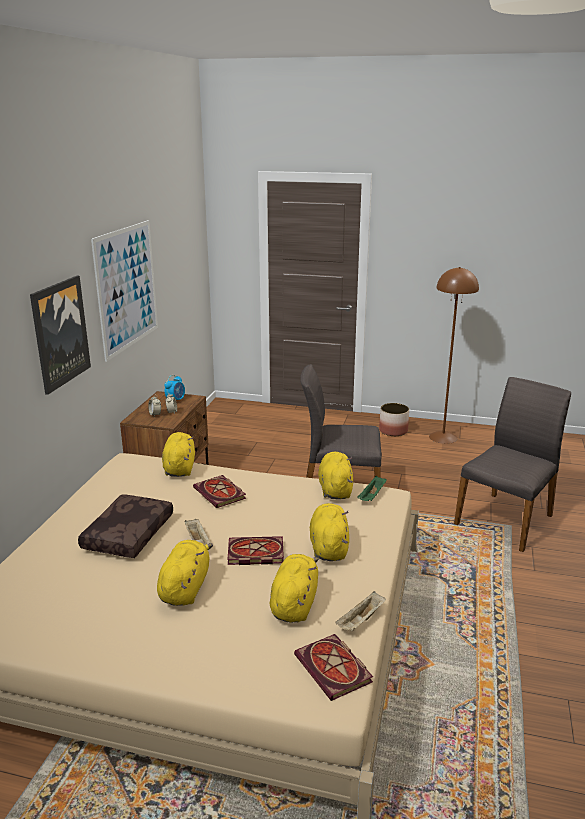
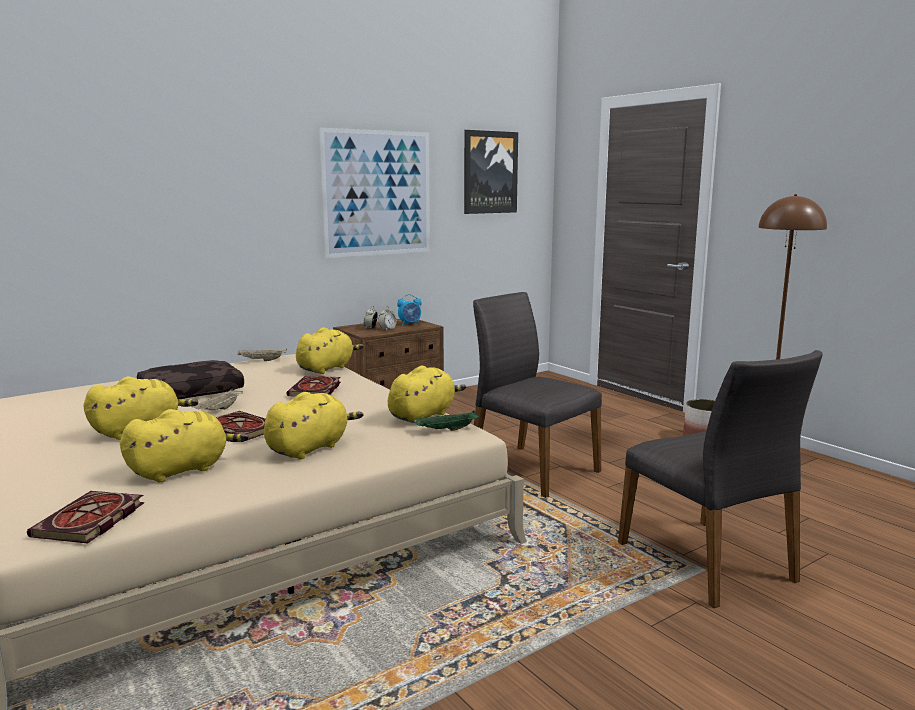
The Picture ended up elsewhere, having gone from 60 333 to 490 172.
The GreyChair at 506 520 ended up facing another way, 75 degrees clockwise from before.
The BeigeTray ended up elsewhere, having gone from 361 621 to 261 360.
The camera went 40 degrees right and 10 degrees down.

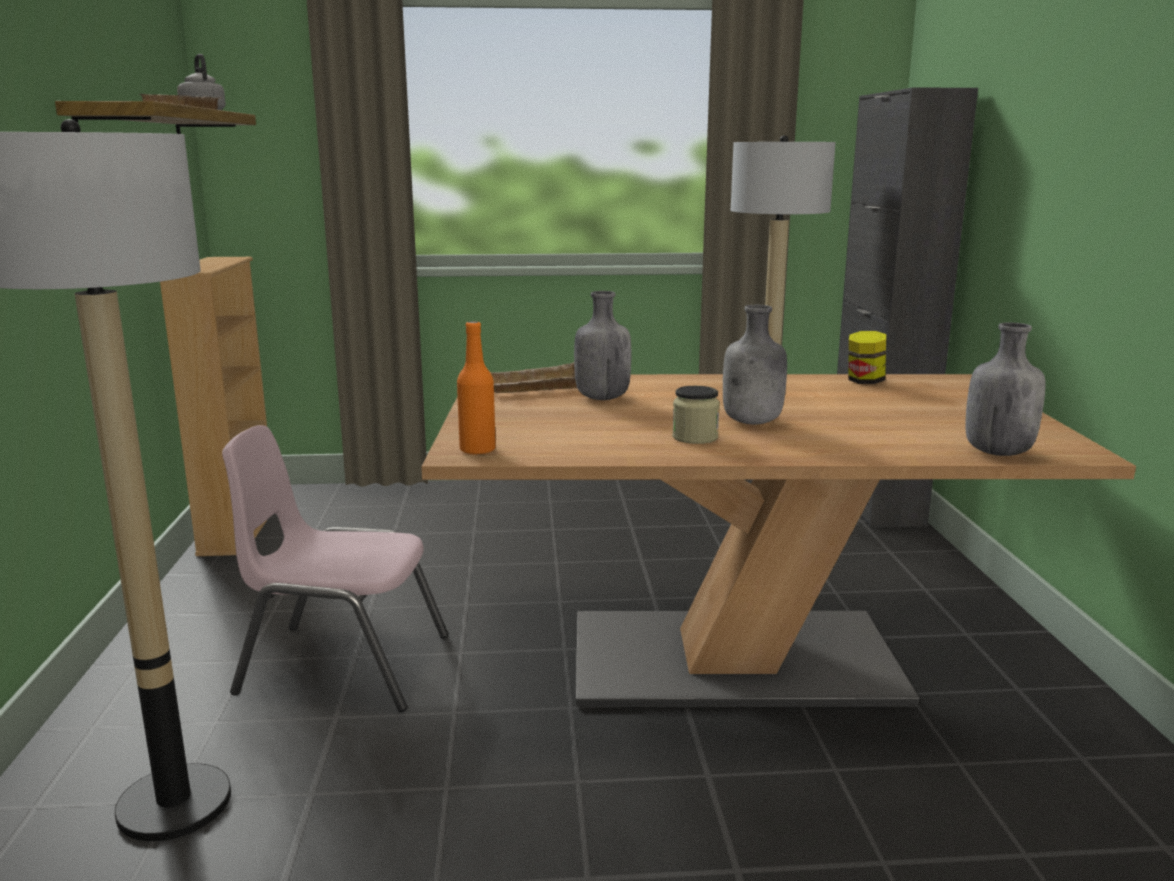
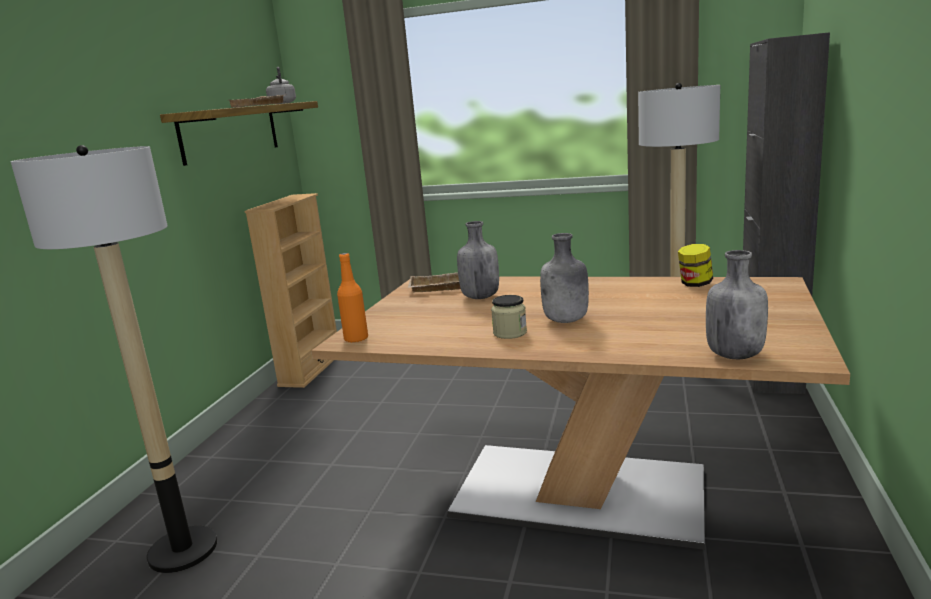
The second view lost the PinkChair at 343 665.
The camera went 20 degrees right and 0 degrees up.

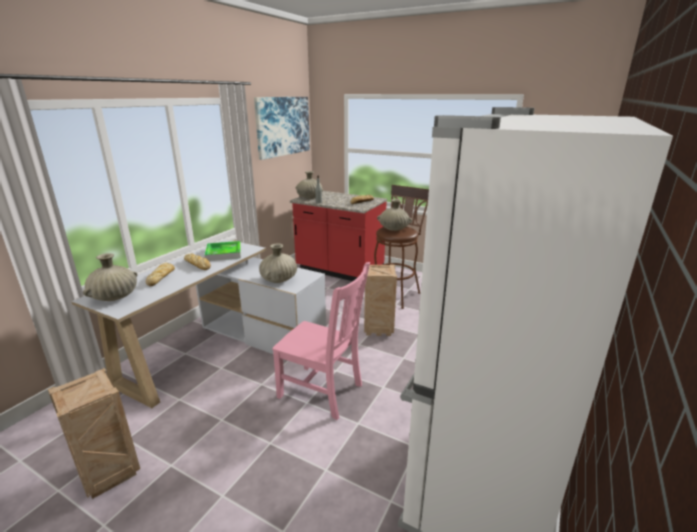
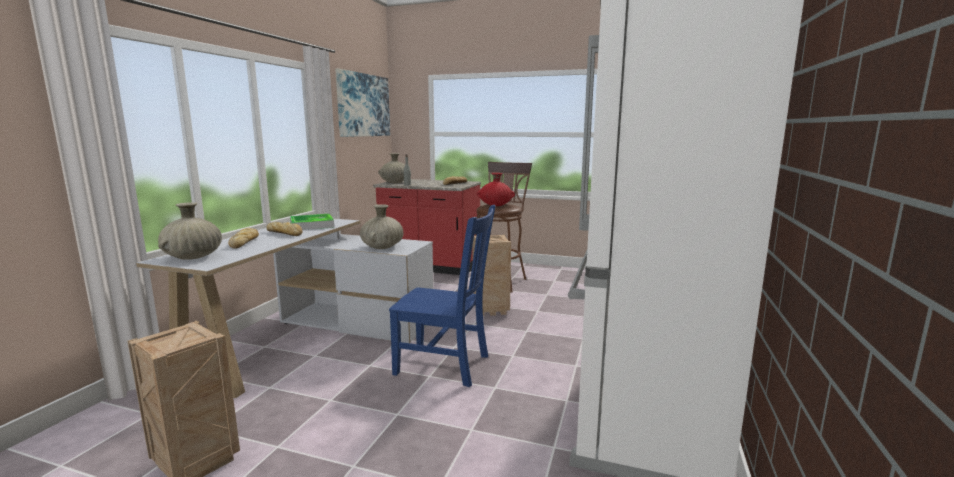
What was the BeigeVase at 394 229 turned into the RedVase at 495 205.
What was the PinkChair at 323 392 turned into the BlueChair at 445 365.
The camera went 10 degrees left and 10 degrees down.

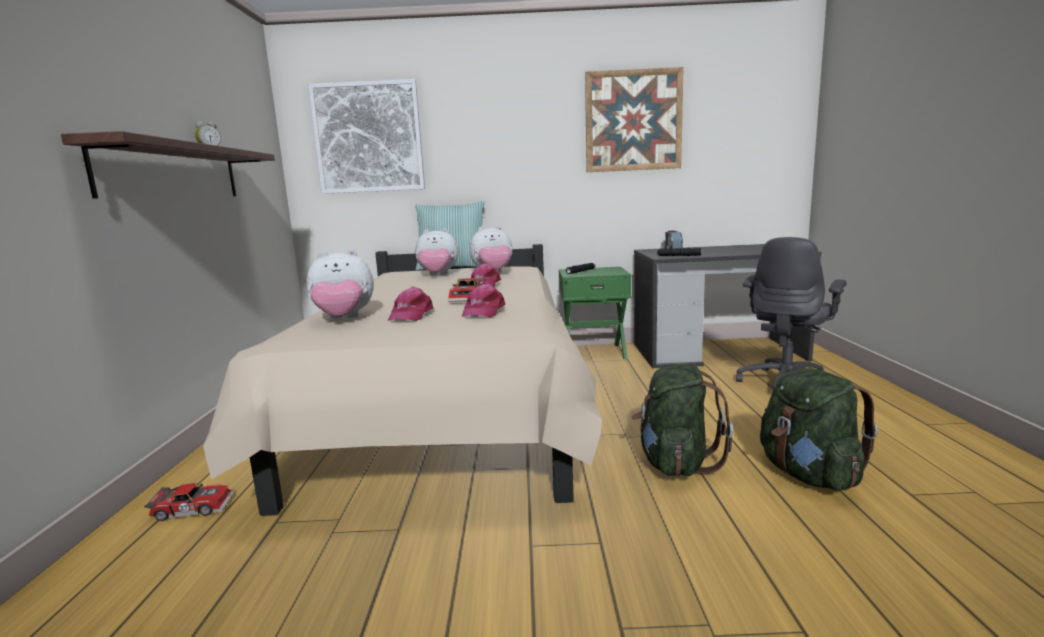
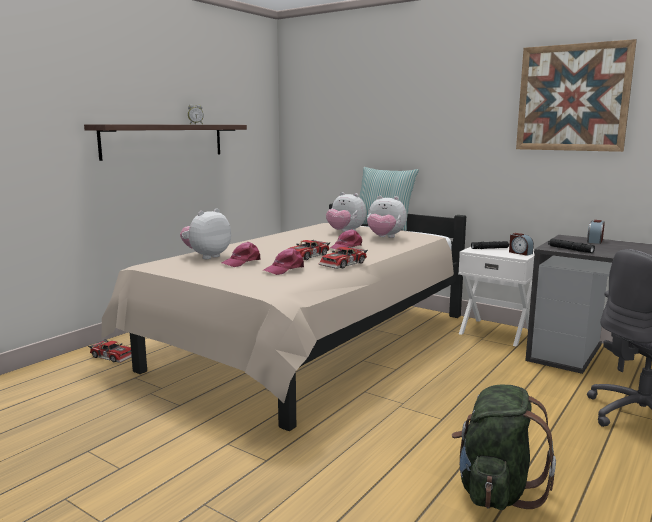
The second view lost the Picture at 368 138.
The PlushToy at 343 319 ended up facing another way, 105 degrees clockwise from before.
What was the GreenNightstand at 594 352 turned into the WhiteNightstand at 496 332.
The second view lost the GreenBackpack at 675 463.
The second view gained the AlarmClock at 520 253.
The second view gained the ToyCar at 344 264.
The camera went 35 degrees right and 0 degrees up.

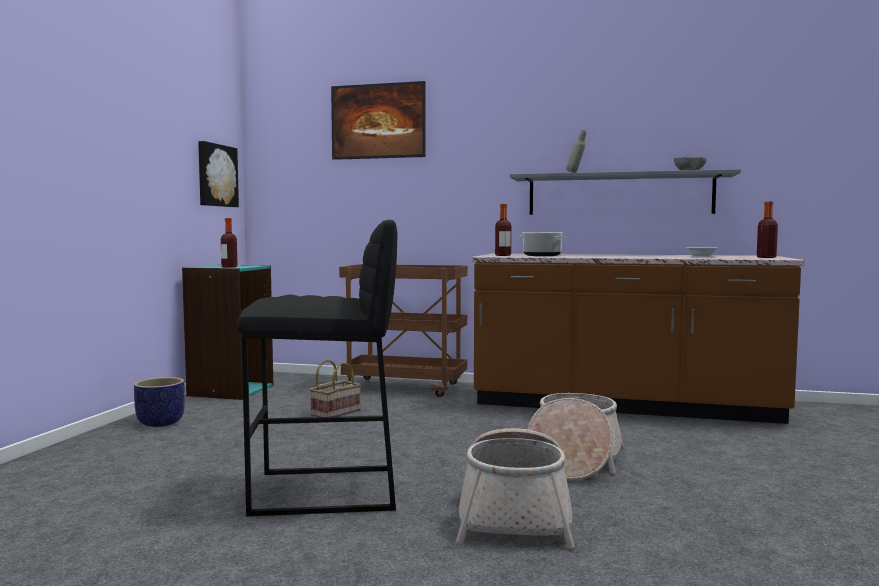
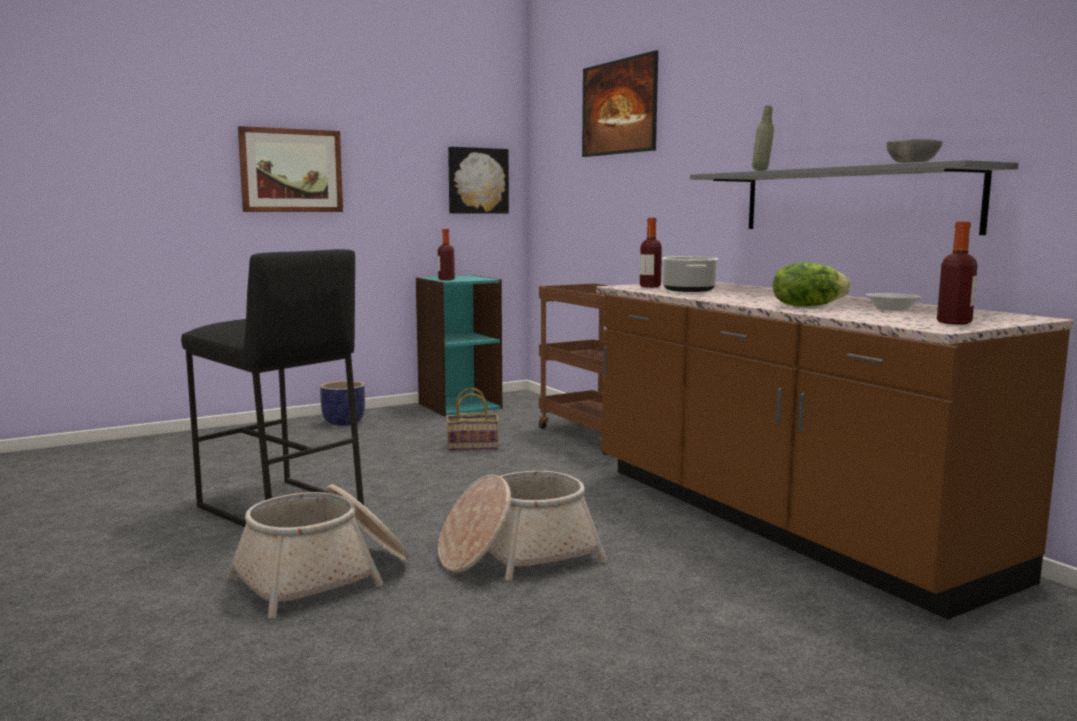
The second view gained the Picture at 291 170.
The second view gained the Lettuce at 807 306.
The camera went 45 degrees right and 5 degrees up.

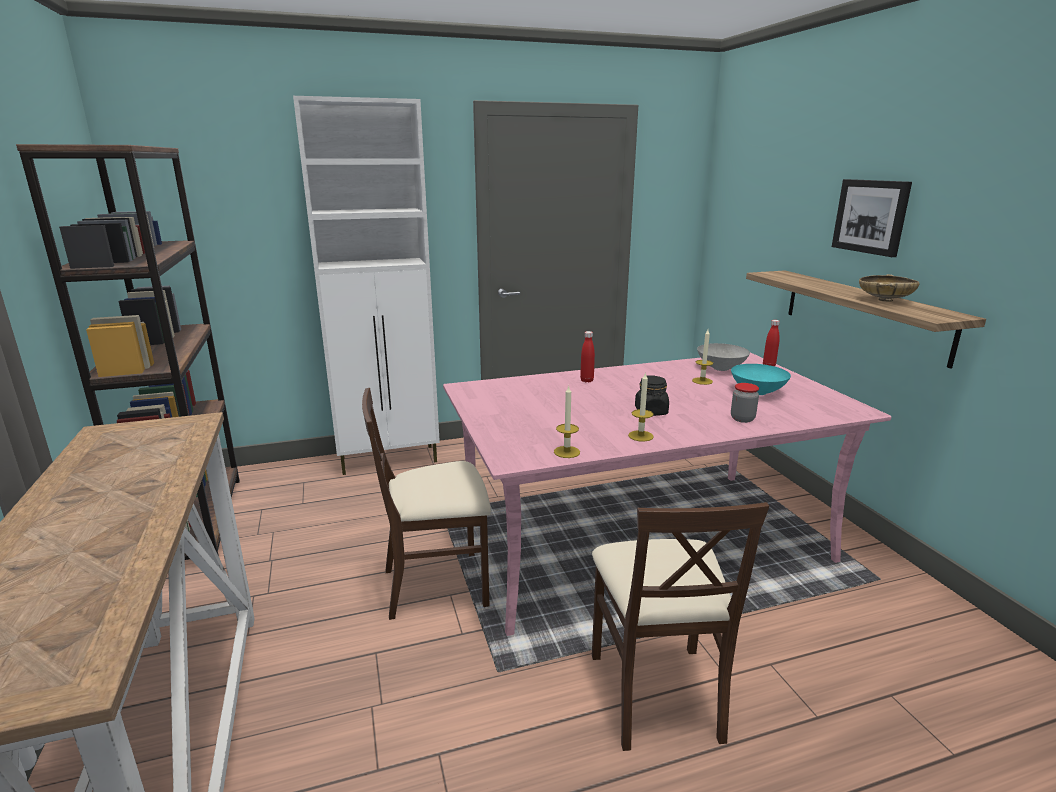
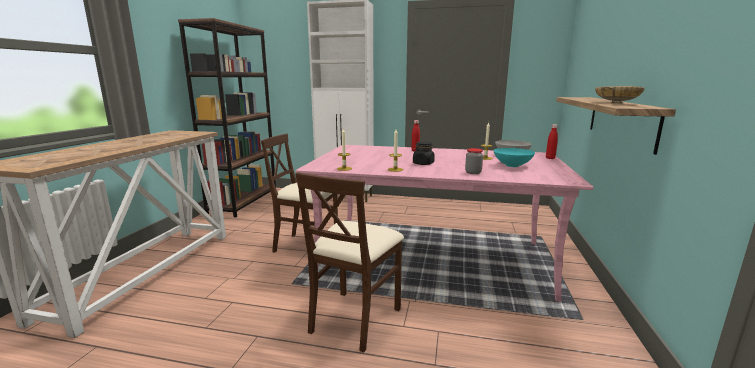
The second view lost the Picture at 871 216.
The camera went 30 degrees right and 5 degrees down.

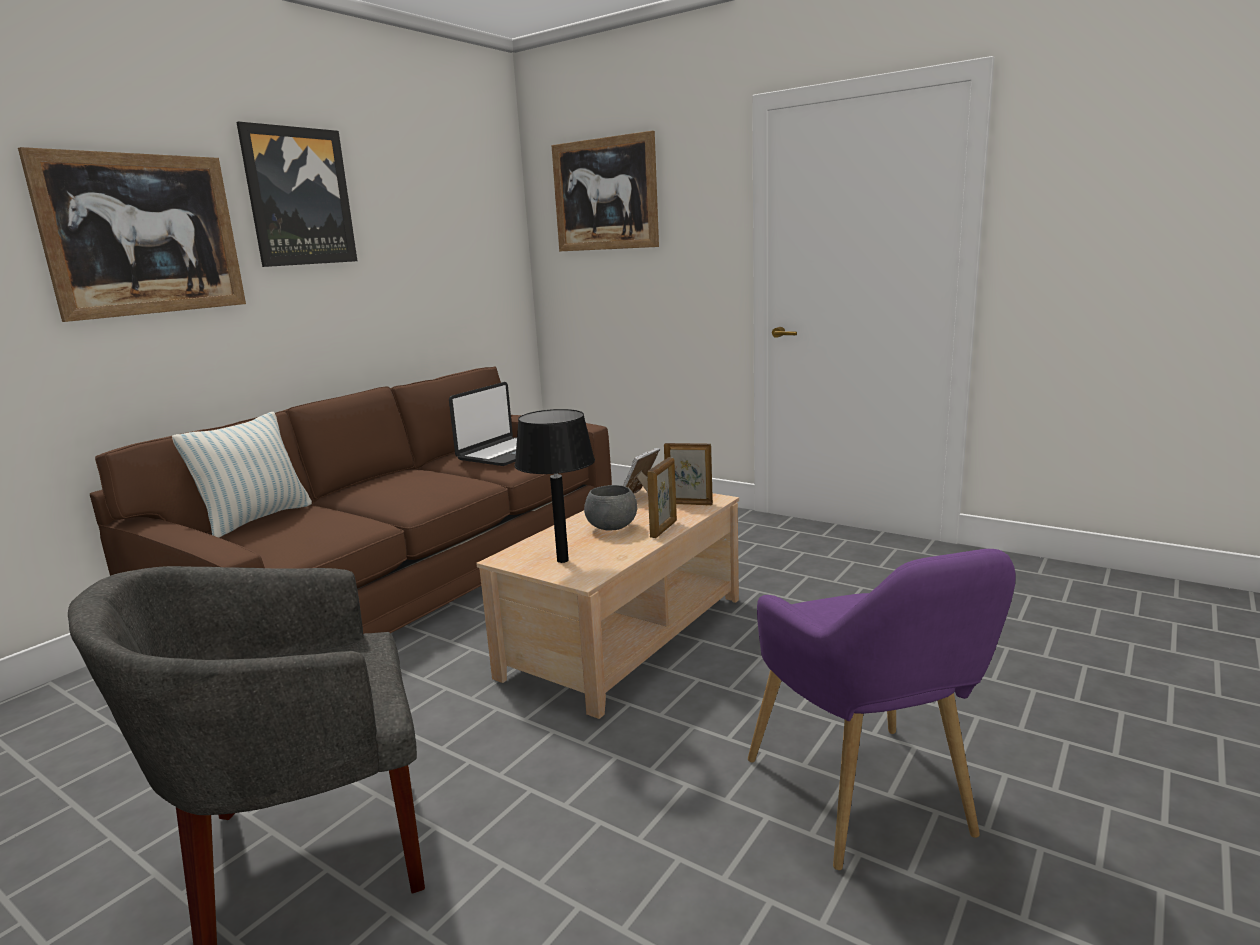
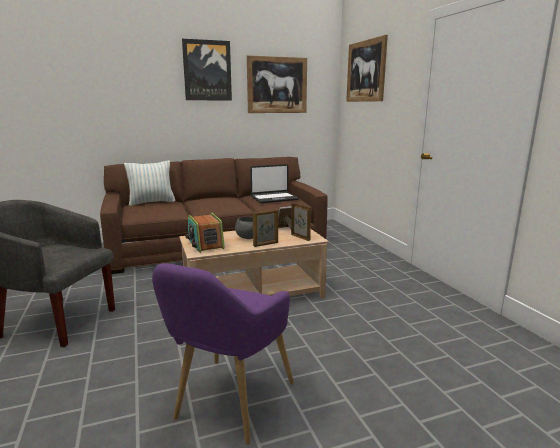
The Picture ended up elsewhere, having gone from 143 235 to 277 85.
Where the BlackTableLamp stood at 563 560, the Radio came to stand at 205 244.
The camera went 35 degrees right and 0 degrees up.

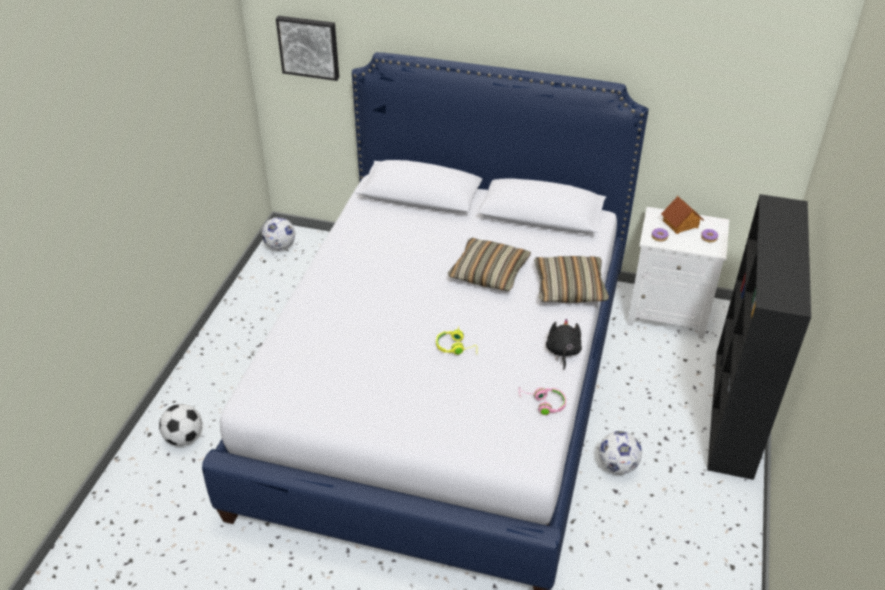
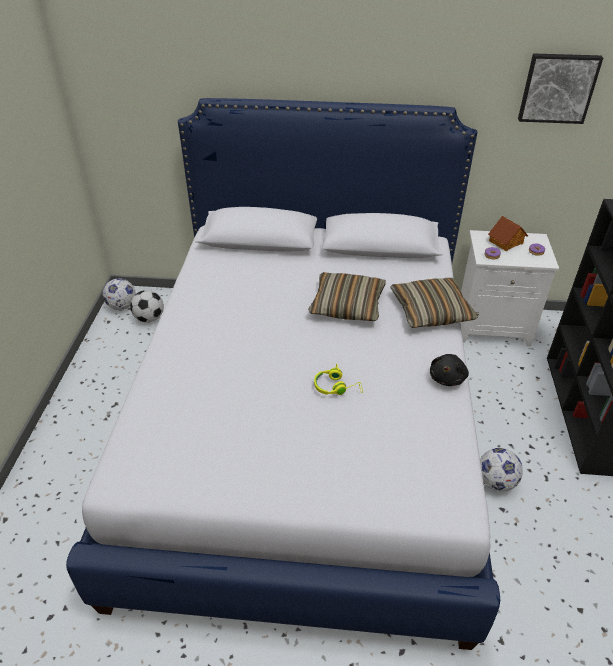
The Picture ended up elsewhere, having gone from 309 47 to 557 88.
The BlackPlushToy at 562 352 ended up facing another way, 150 degrees counterclockwise from before.
The second view lost the PinkHeadphones at 542 404.
The Football ended up elsewhere, having gone from 184 438 to 149 318.
The camera went 10 degrees left and 0 degrees up.

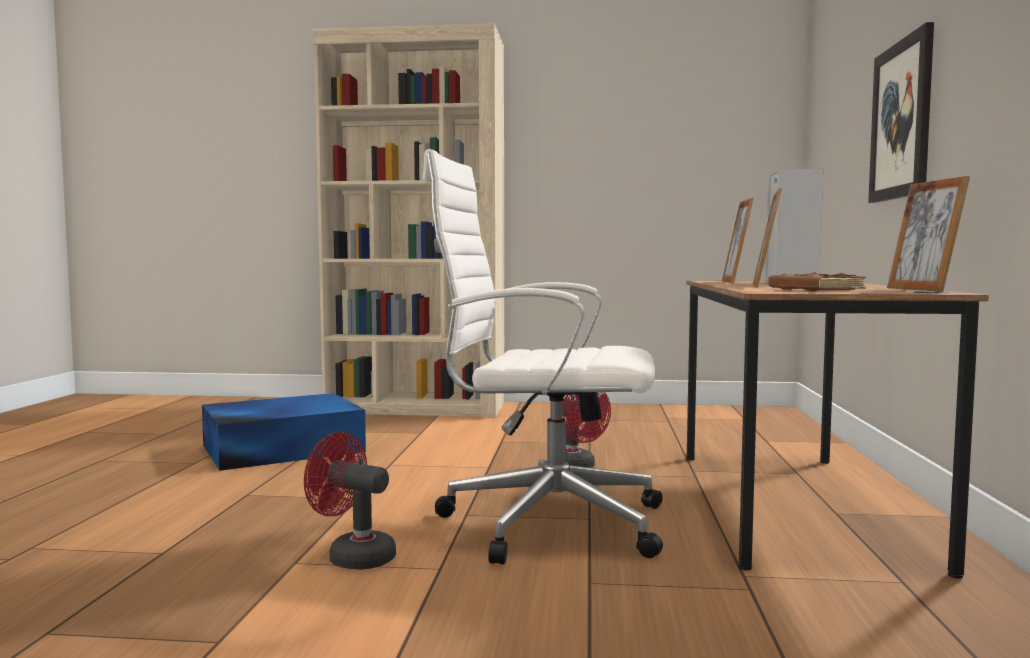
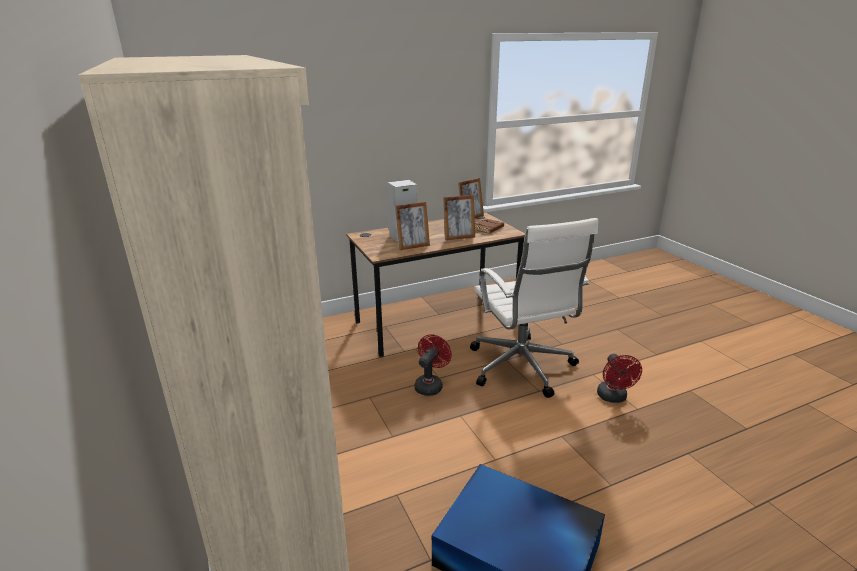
The second view lost the Picture at 901 120.
The camera went 120 degrees left and 20 degrees up.

